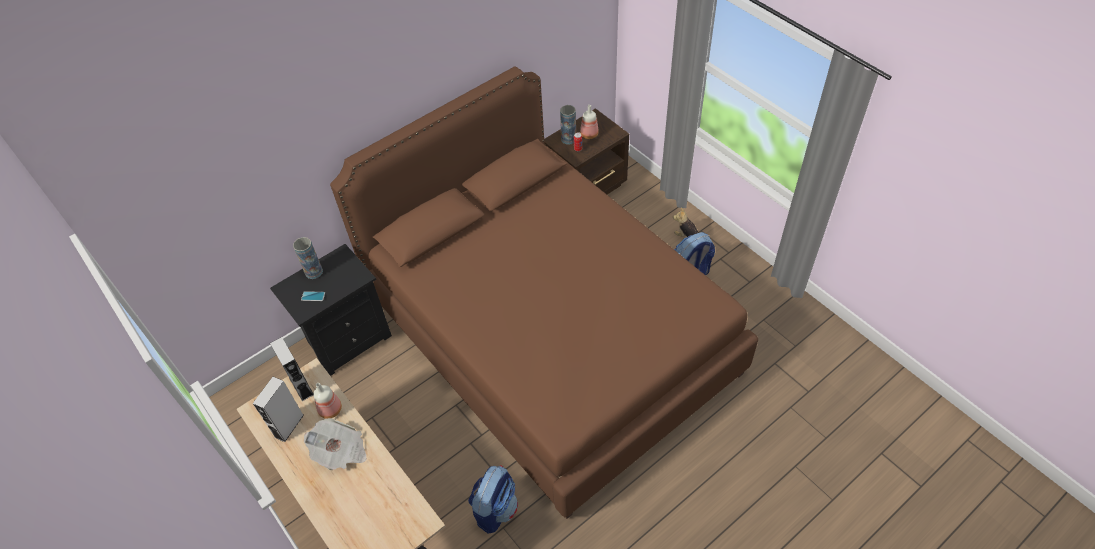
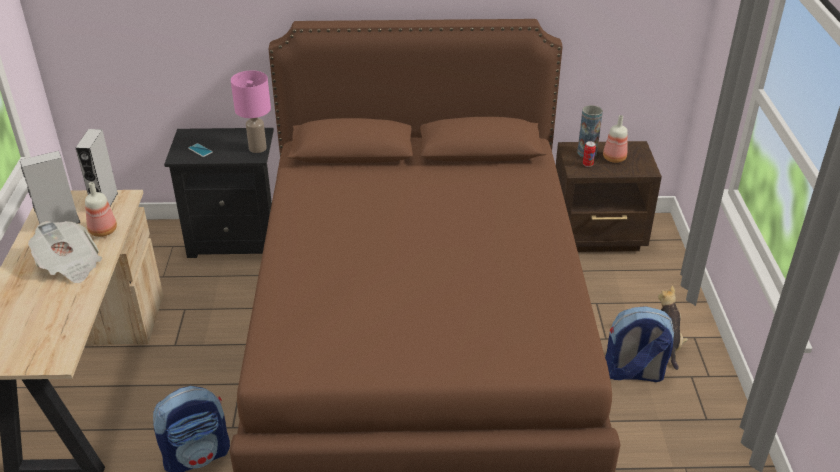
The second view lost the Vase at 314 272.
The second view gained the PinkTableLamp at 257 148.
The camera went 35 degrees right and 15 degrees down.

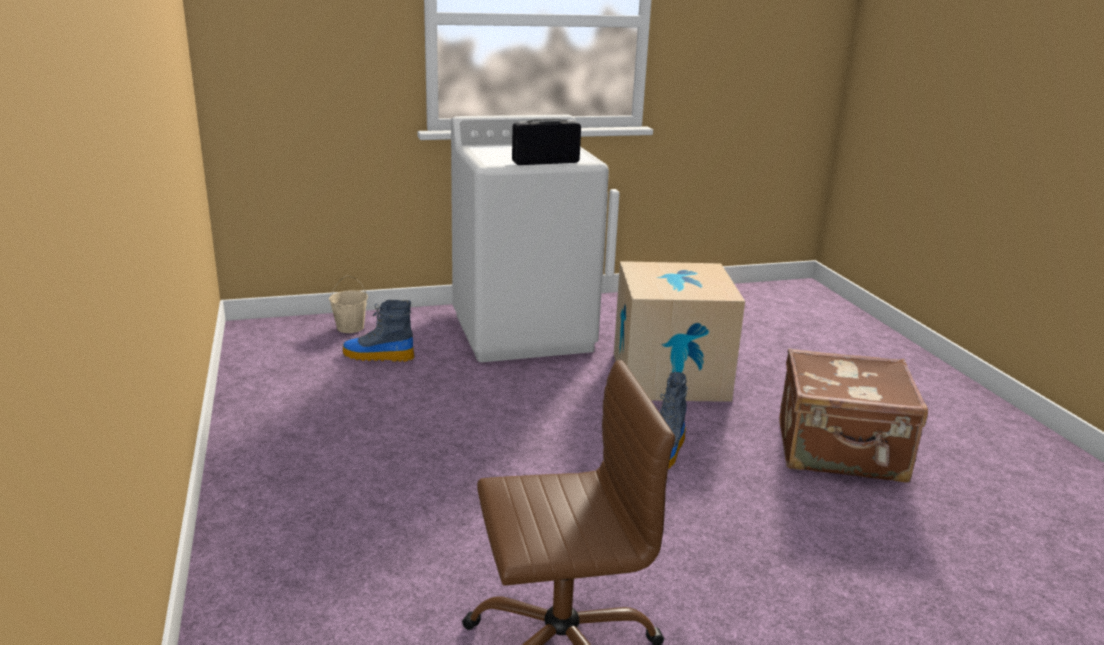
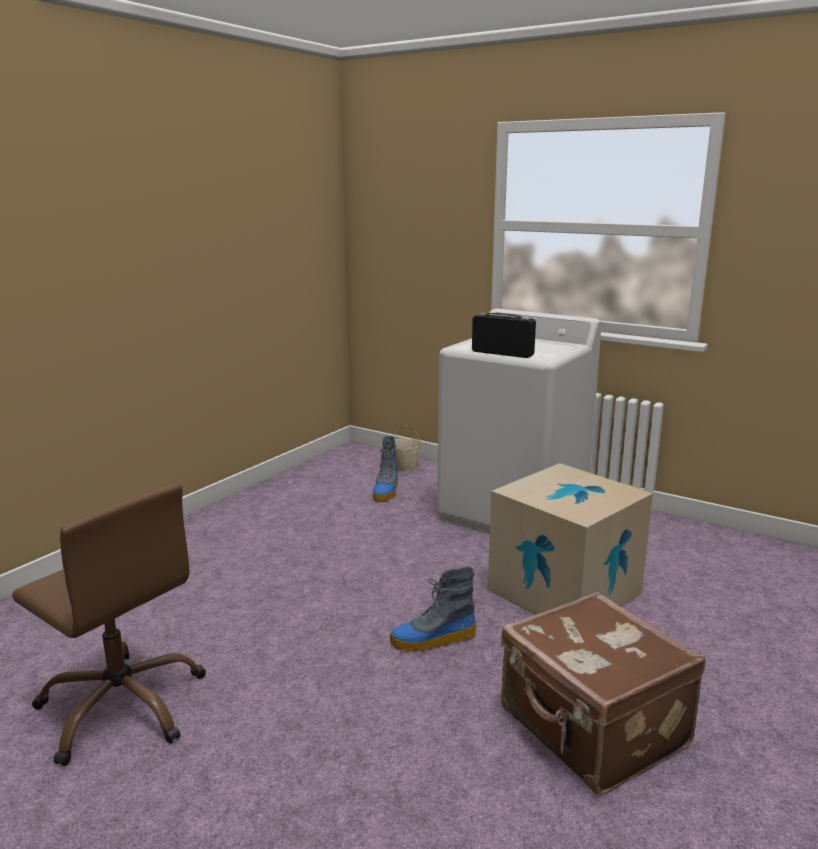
The Boot at 377 356 ended up facing another way, 135 degrees counterclockwise from before.
The camera went 50 degrees right and 5 degrees down.

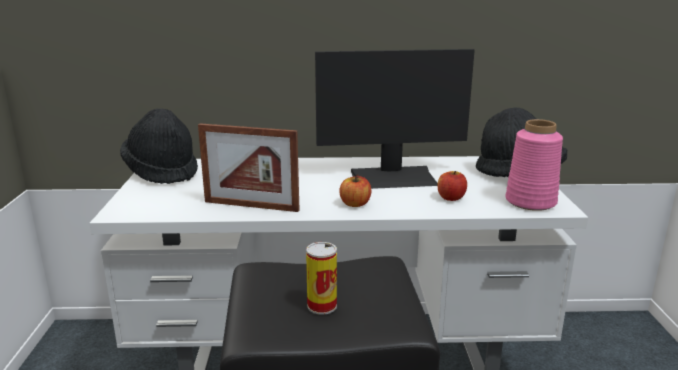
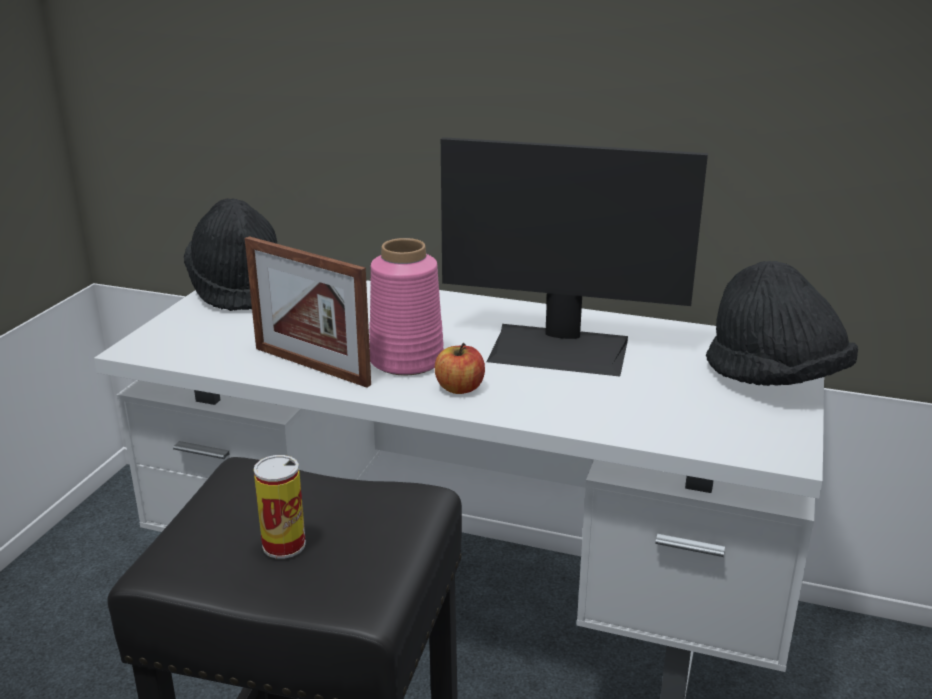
The PinkVase ended up elsewhere, having gone from 529 201 to 406 360.
The second view lost the Apple at 451 198.
The camera went 20 degrees right and 5 degrees up.

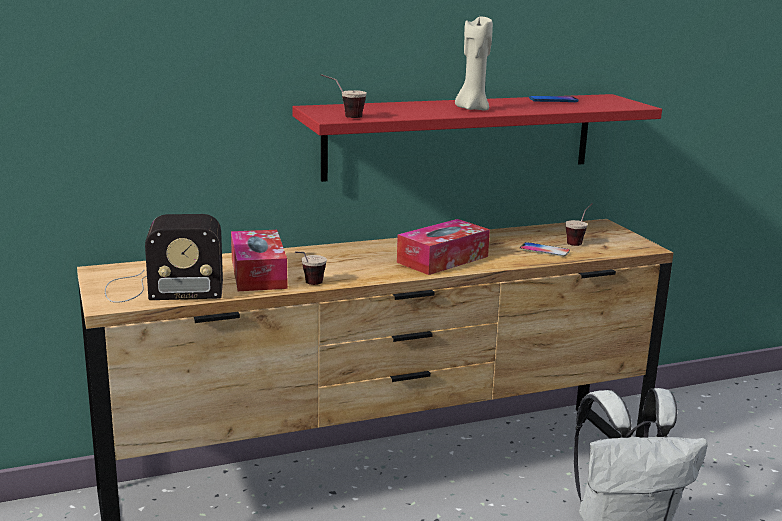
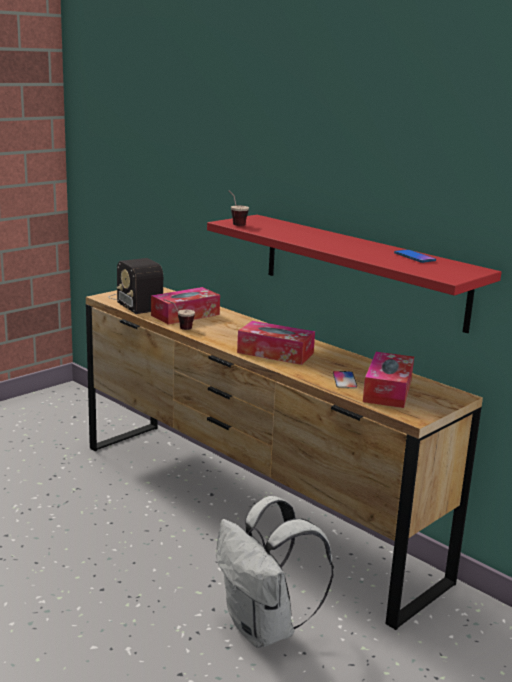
The second view lost the BeigeCandle at 472 109.
Where the Cup stood at 578 242, the TissueBox came to stand at 388 390.
The camera went 65 degrees right and 0 degrees up.

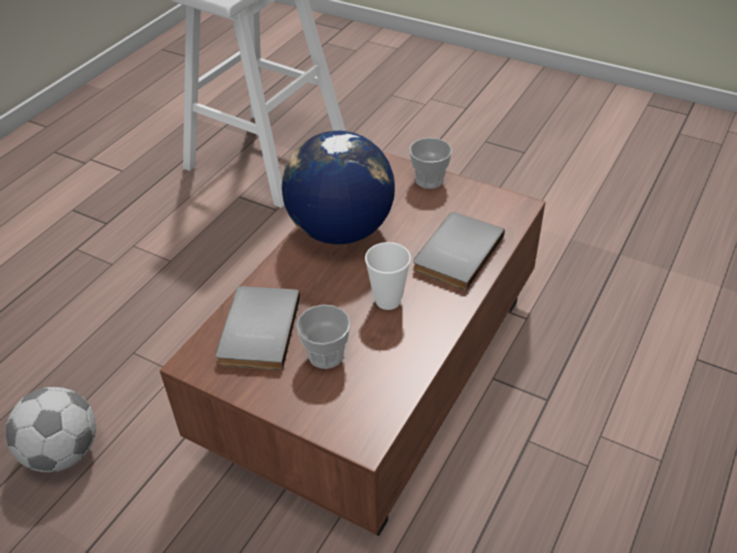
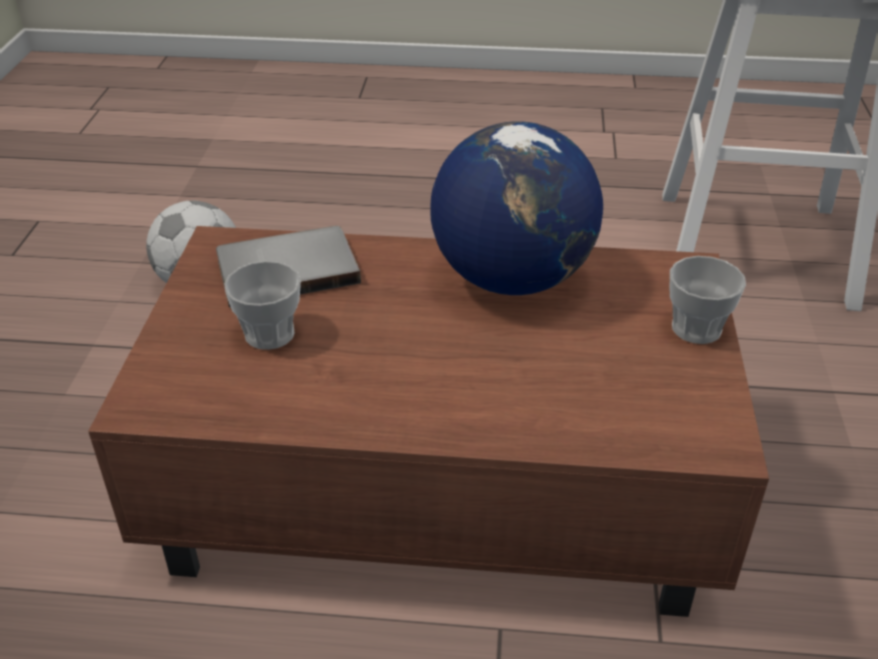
The second view lost the GreyBook at 455 252.
The second view lost the Cup at 388 300.
The camera went 65 degrees right and 5 degrees down.

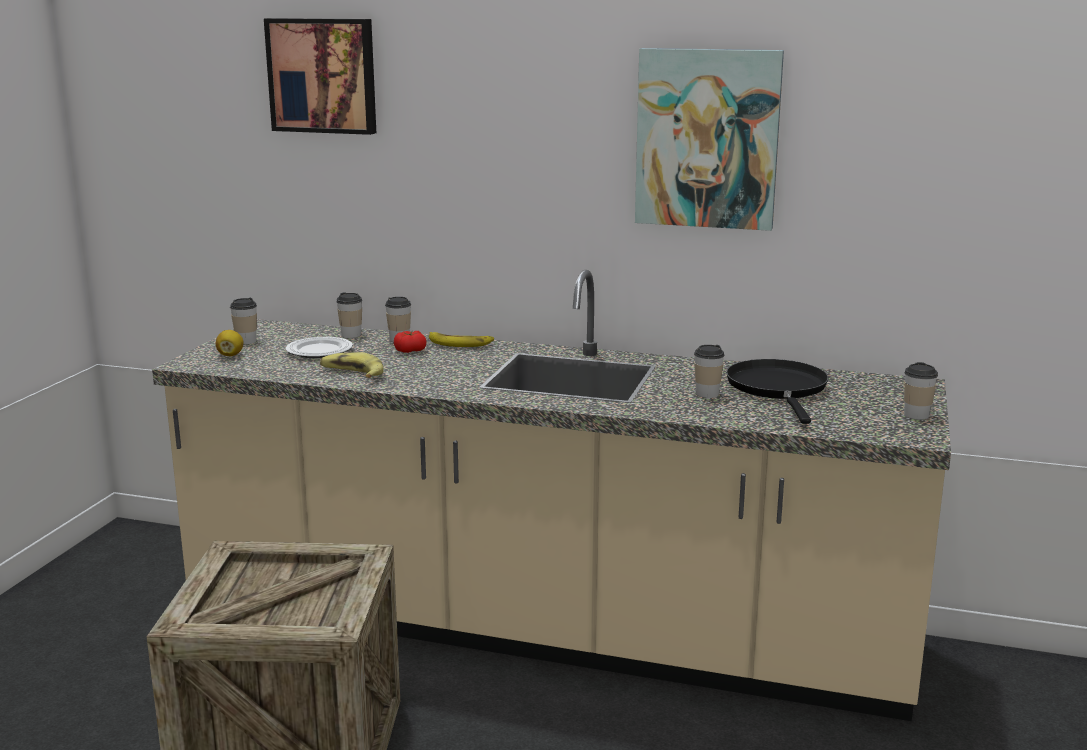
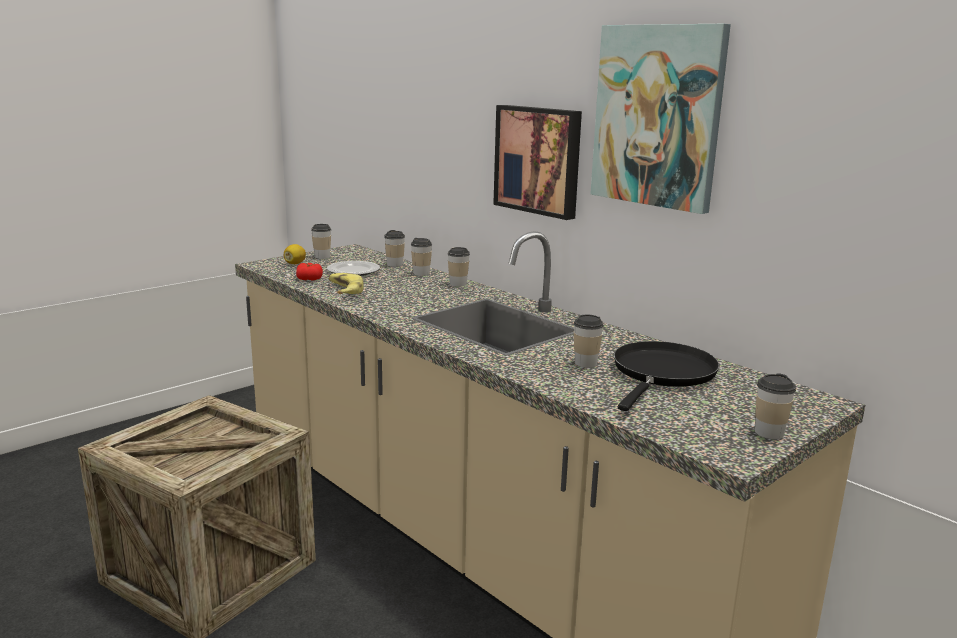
The Picture ended up elsewhere, having gone from 323 75 to 539 160.
The Tomato ended up elsewhere, having gone from 410 350 to 309 279.
Where the Banana stood at 459 343, the Cup came to stand at 458 284.
The camera went 30 degrees right and 0 degrees up.

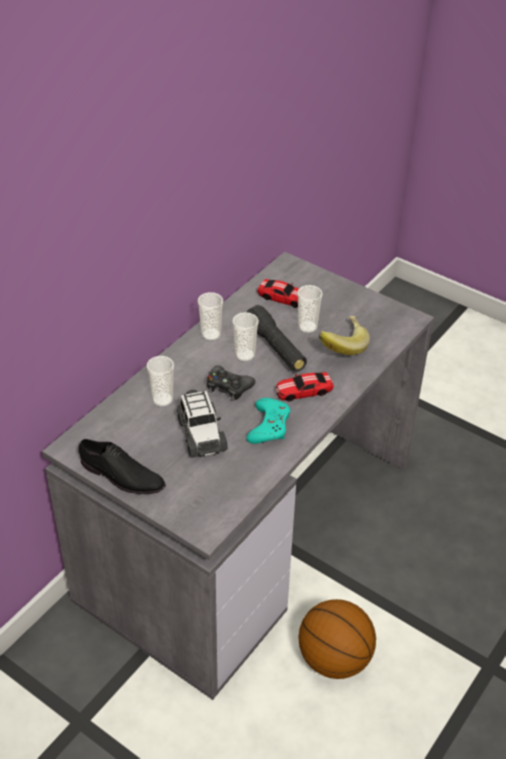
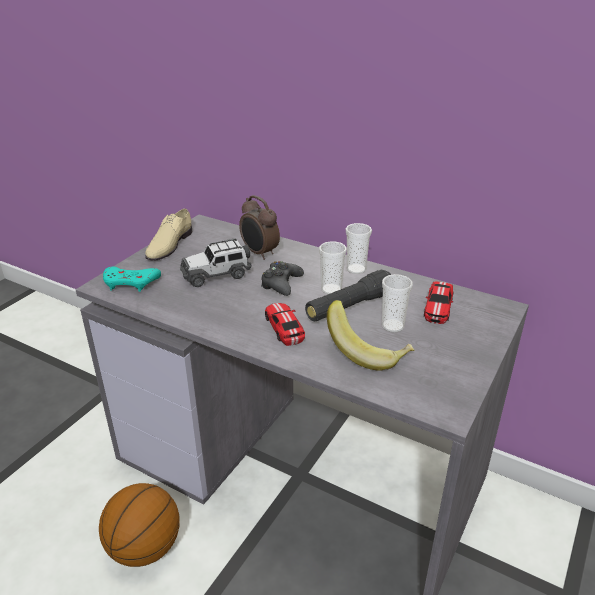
Where the Cup stood at 162 400, the AlarmClock came to stand at 259 253.
The TurquoiseGameController ended up elsewhere, having gone from 269 425 to 131 282.
What was the BlackShoe at 121 476 turned into the BeigeShoe at 169 244.
The camera went 85 degrees right and 10 degrees down.

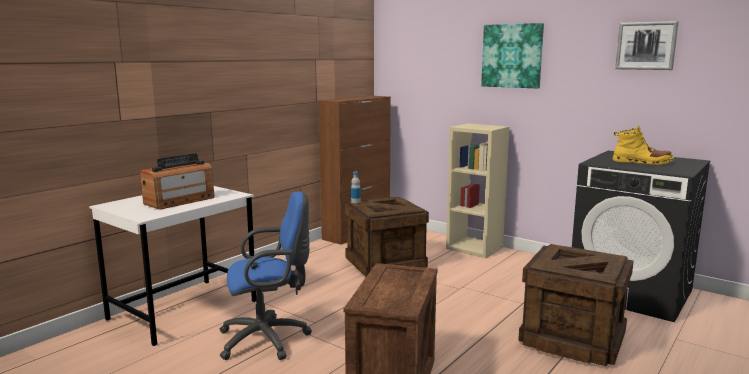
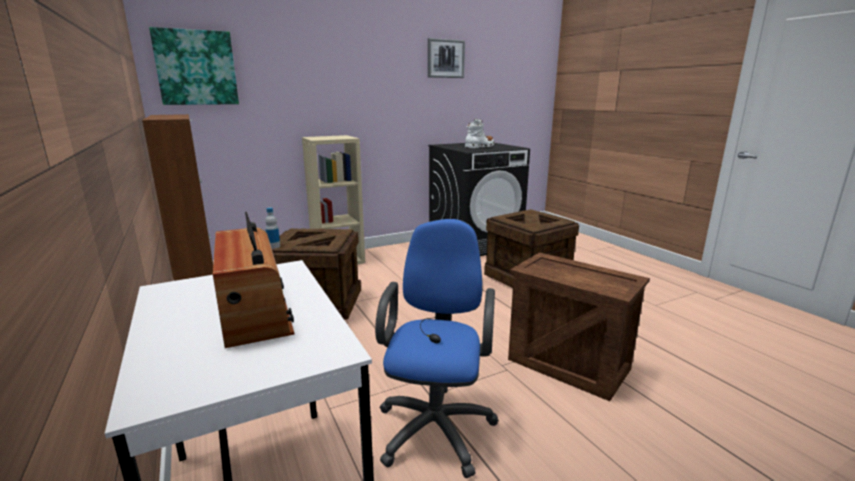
The Picture ended up elsewhere, having gone from 512 56 to 196 68.
What was the YellowBoot at 642 162 turned into the WhiteBoot at 480 146.
The camera went 65 degrees left and 5 degrees up.

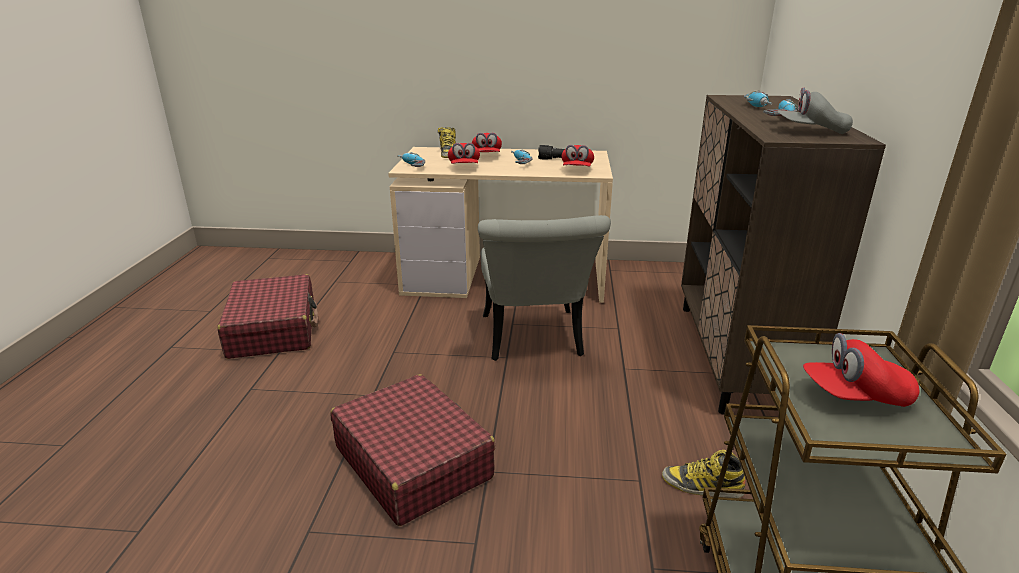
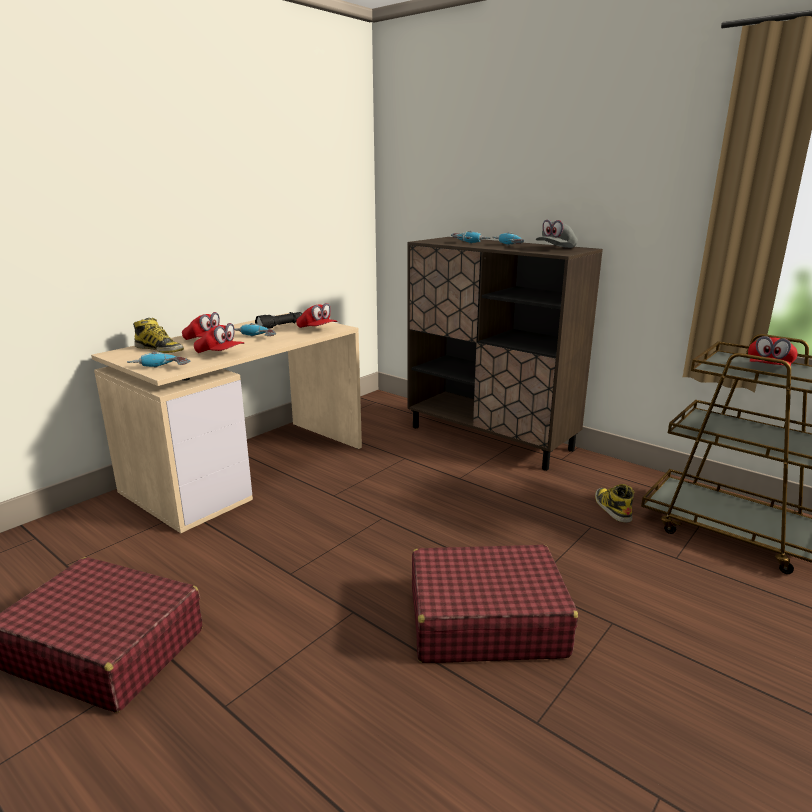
The second view lost the GreyChair at 534 342.
The Boot at 702 486 ended up facing another way, 120 degrees clockwise from before.
The camera went 55 degrees left and 5 degrees down.

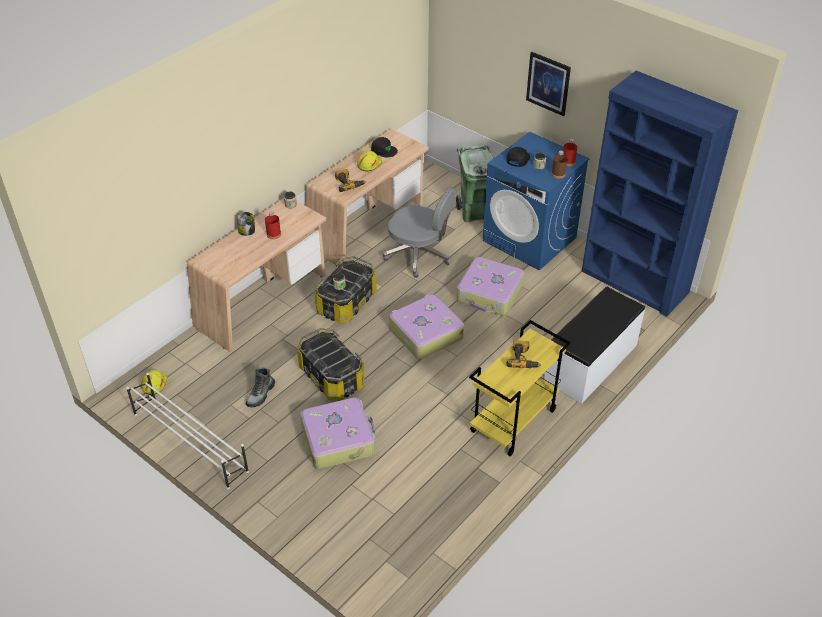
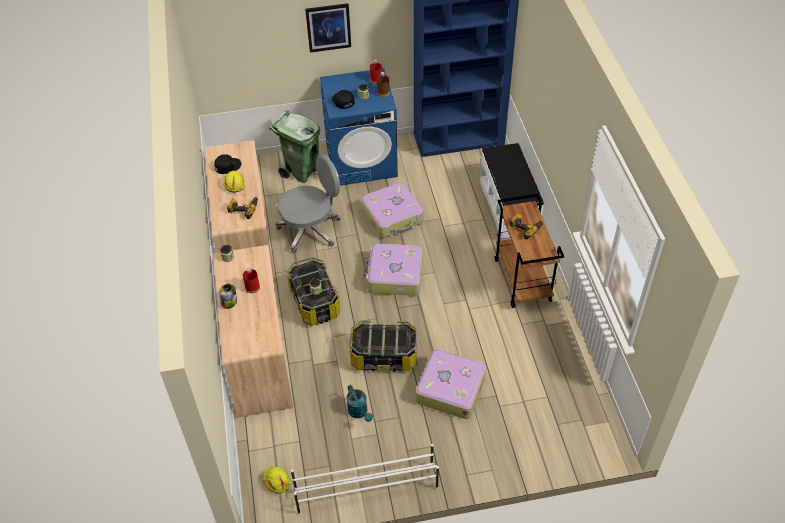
What was the YellowCart at 513 422 turned into the BrownCart at 523 280.
Where the Boot stood at 261 395, the TurquoiseWateringCan came to stand at 359 412.
The camera went 50 degrees left and 5 degrees up.

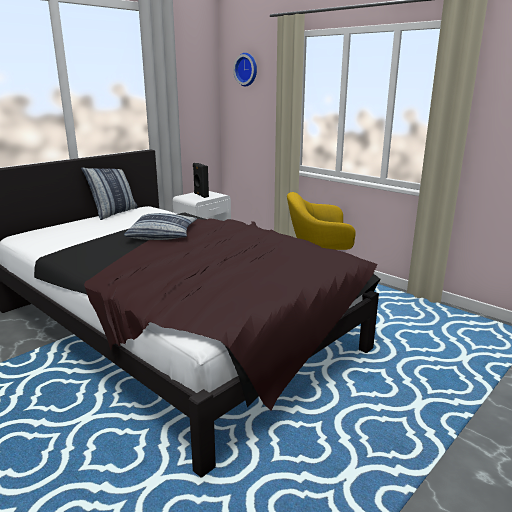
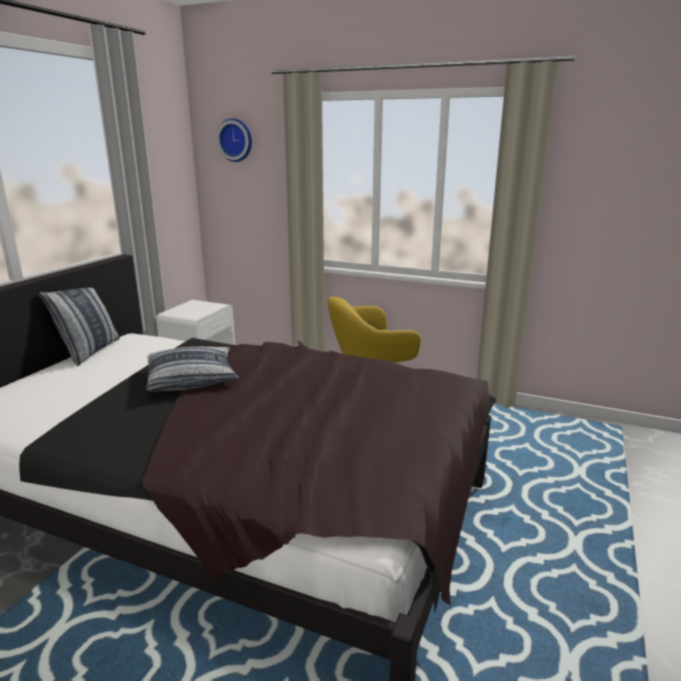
The second view lost the BlackSpeaker at 200 195.
The camera went 20 degrees left and 0 degrees up.

